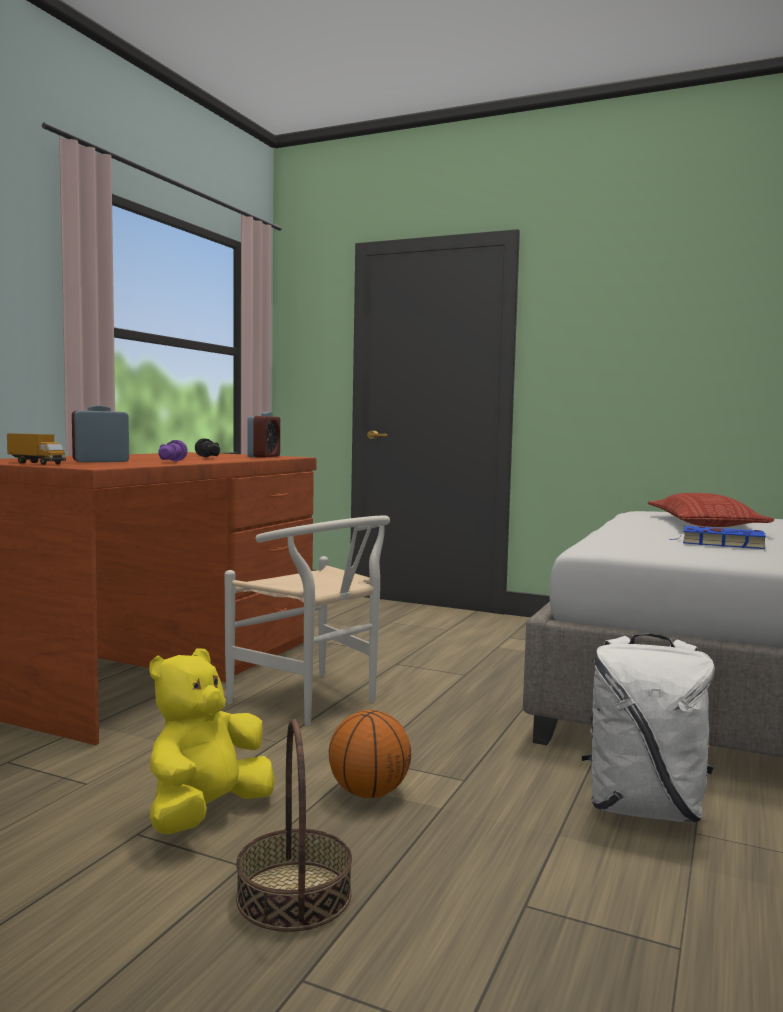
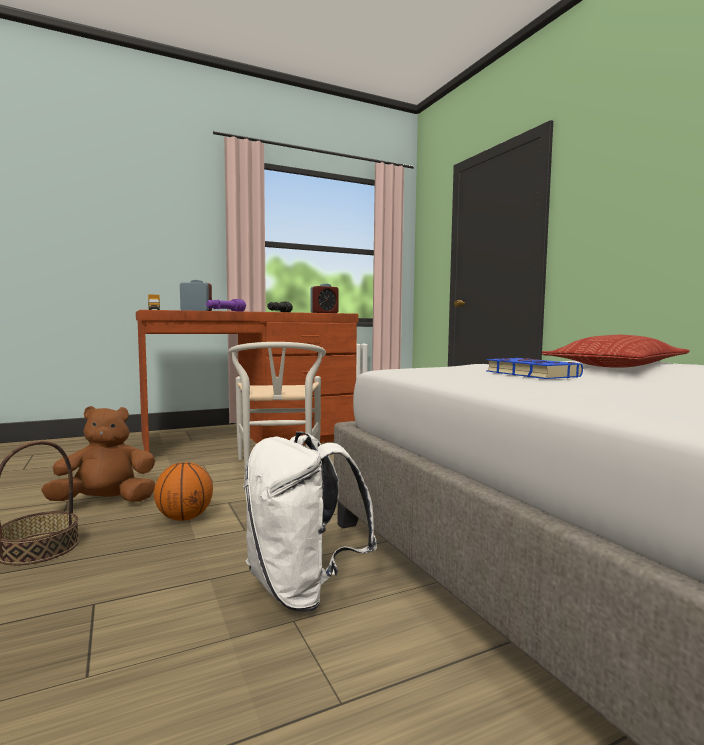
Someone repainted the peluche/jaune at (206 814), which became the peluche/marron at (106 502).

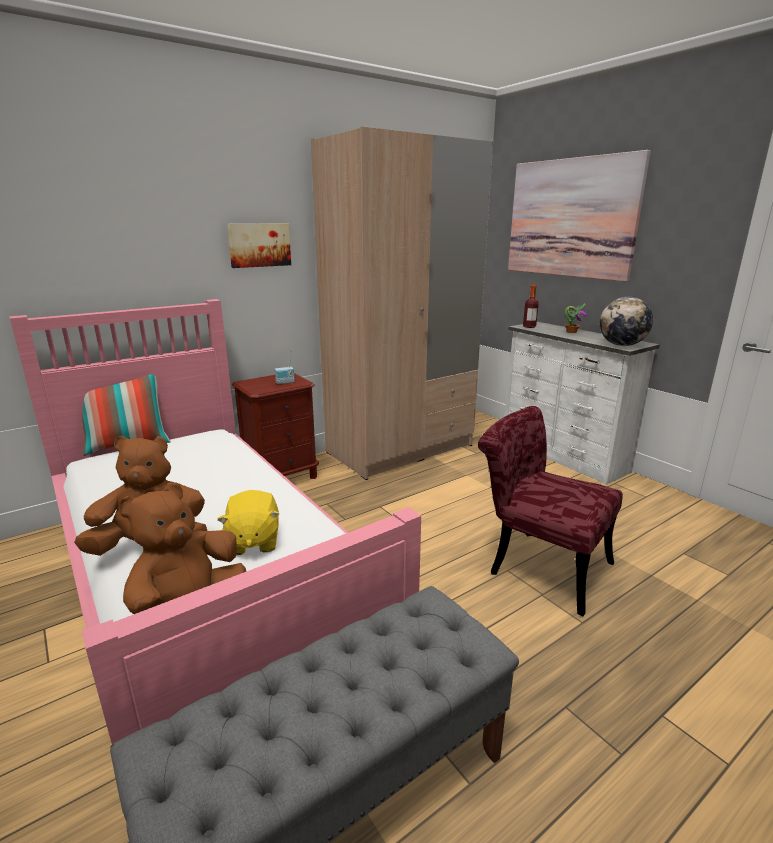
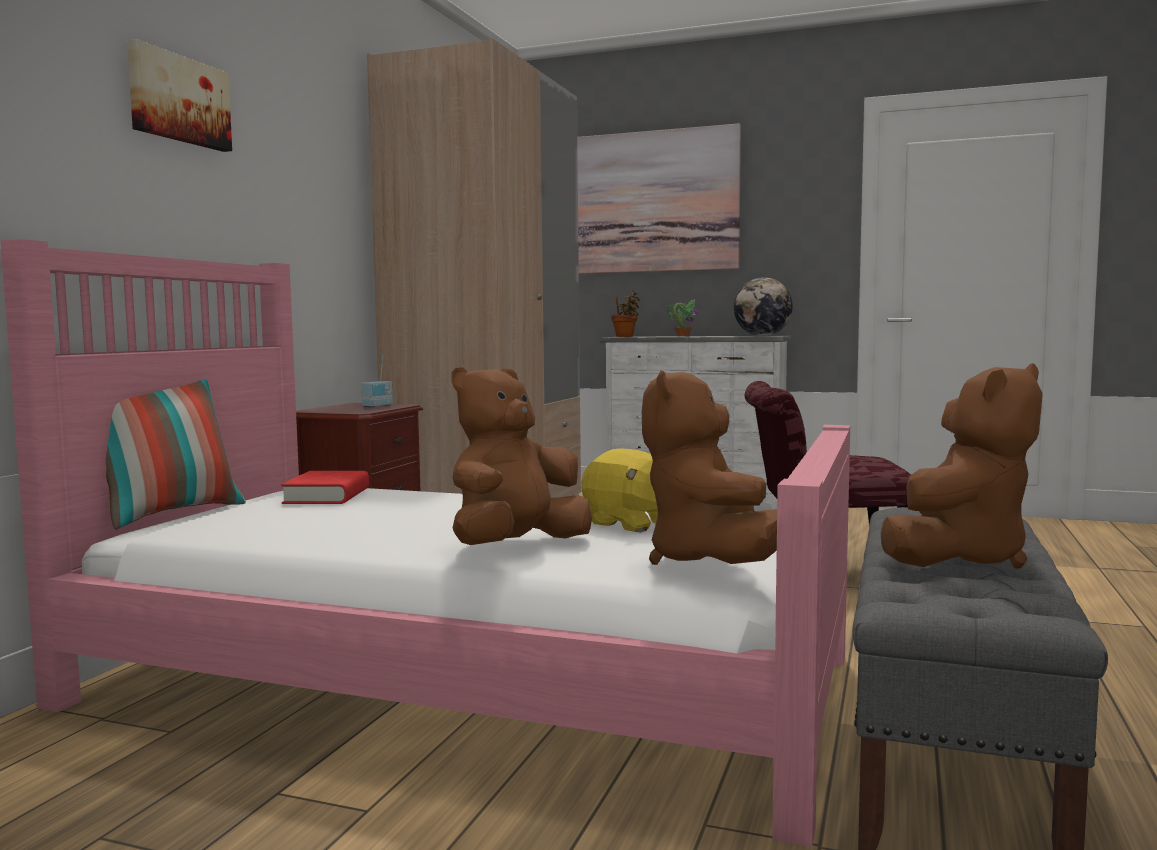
Someone put down the livre/rouge at (327 496).
Someone put down the peluche/marron at (959 558).
Someone carried the tableau from (259 245) to (178 99).
Someone swapped the bouteille at (529 326) for the plante en pot at (625 336).

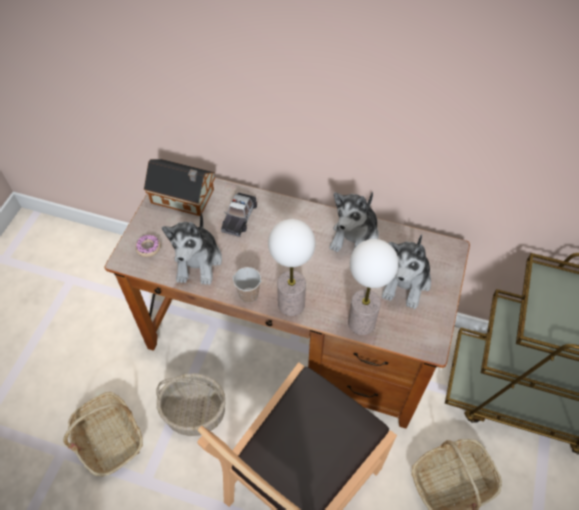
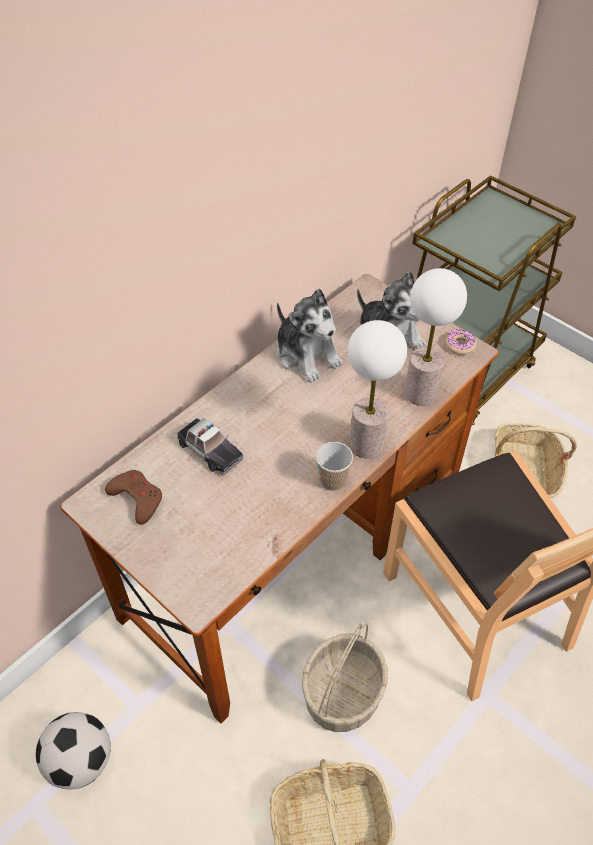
Someone took away the peluche at (198 261).
Someone put down the ballon de foot at (80 761).
Someone carried the beignet from (148 248) to (460 345).
Someone swapped the maison miniature at (184 197) for the manette/marron at (137 498).

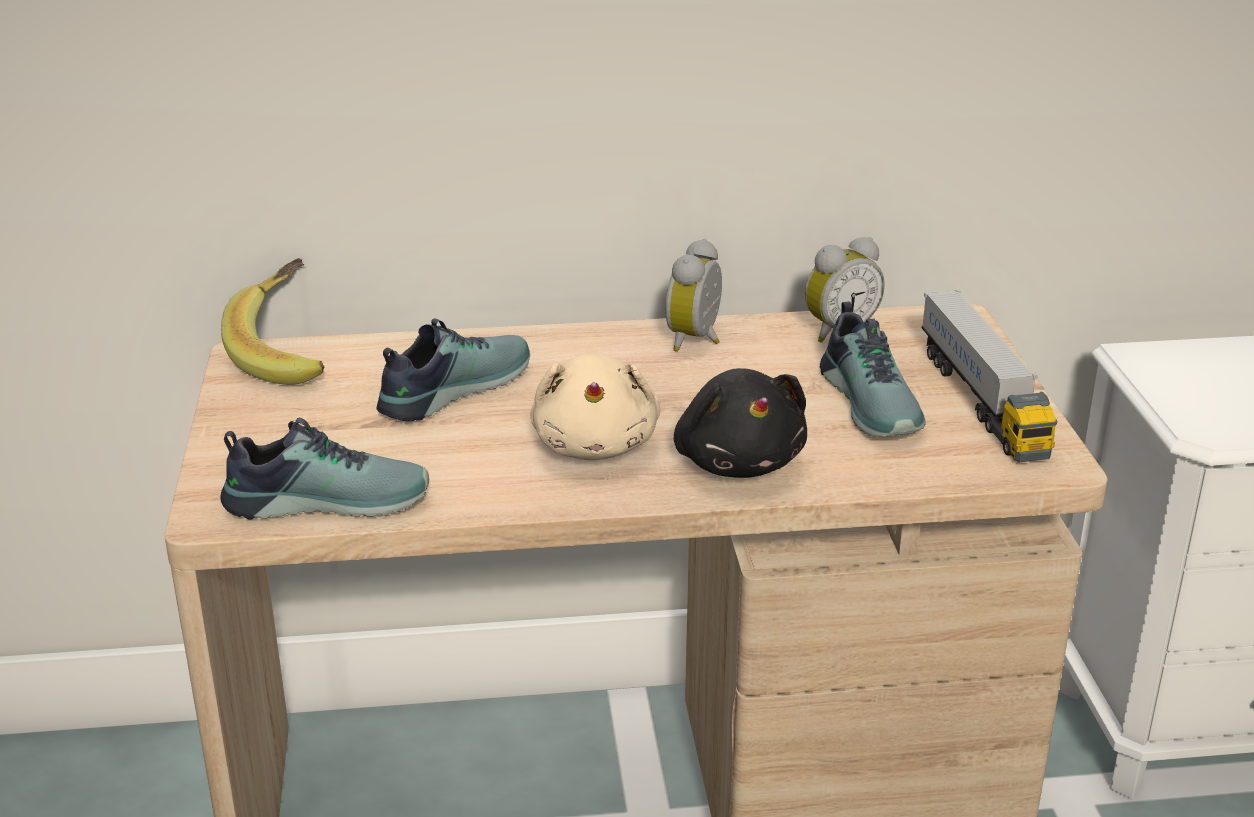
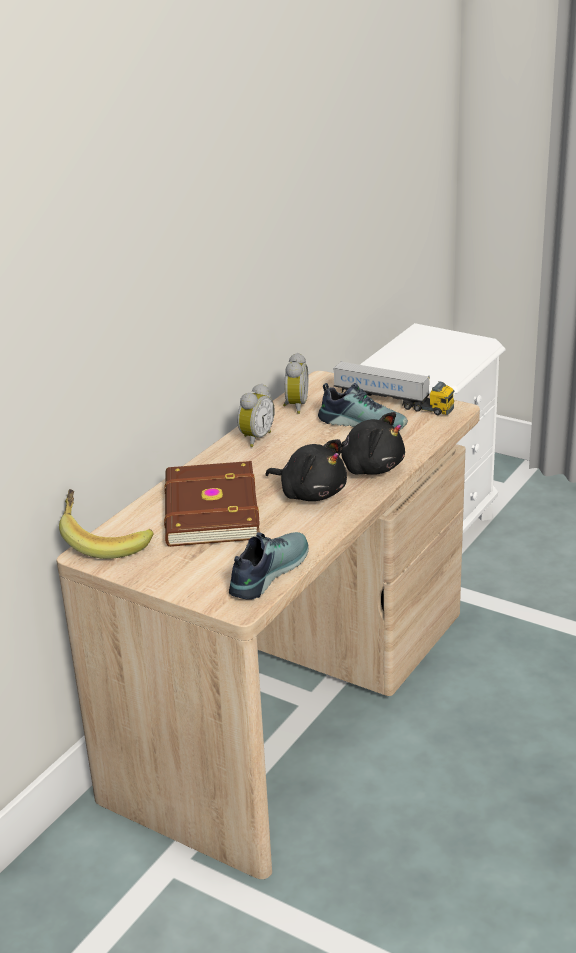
Someone swapped the chaussure at (451 388) for the livre/marron at (208 510).
Someone repainted the peluche/beige at (596 445), which became the peluche/noir at (311 493).
Someone rotated the réveil at (698 340) by 120 degrees counterclockwise.

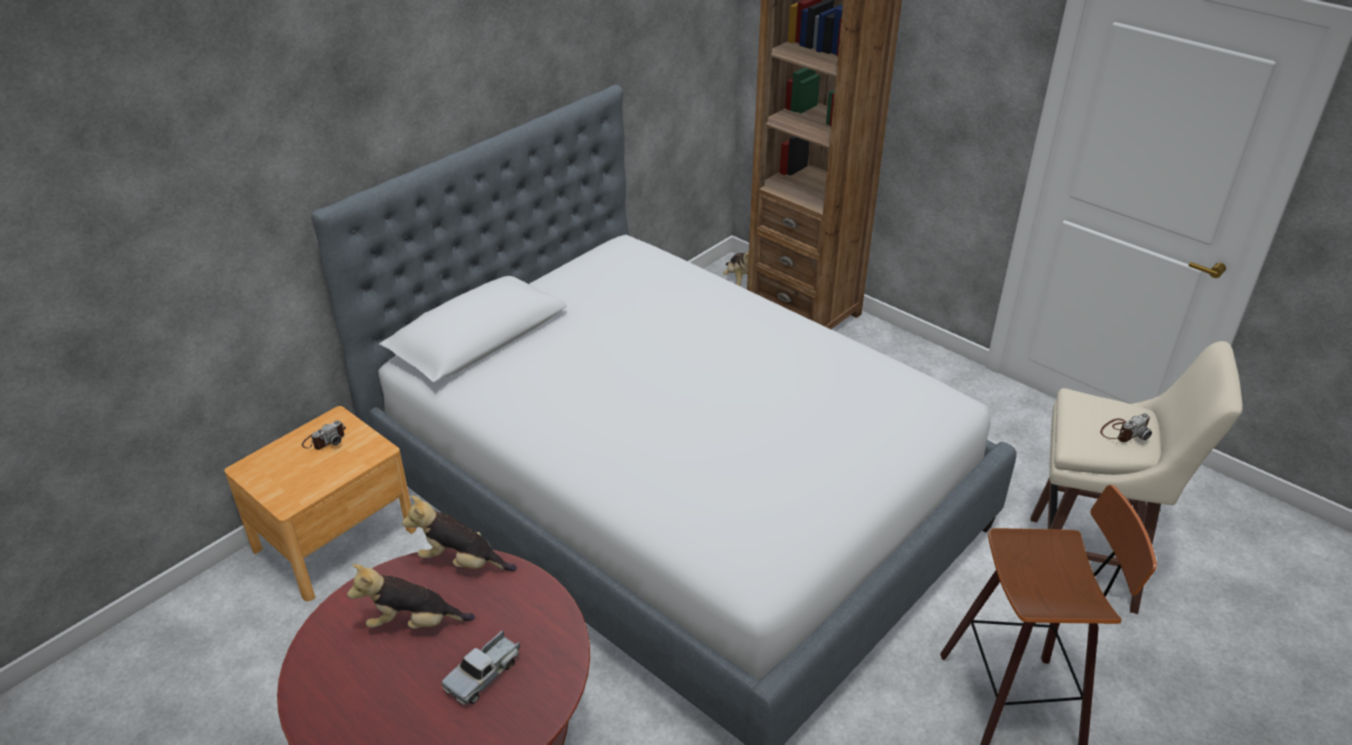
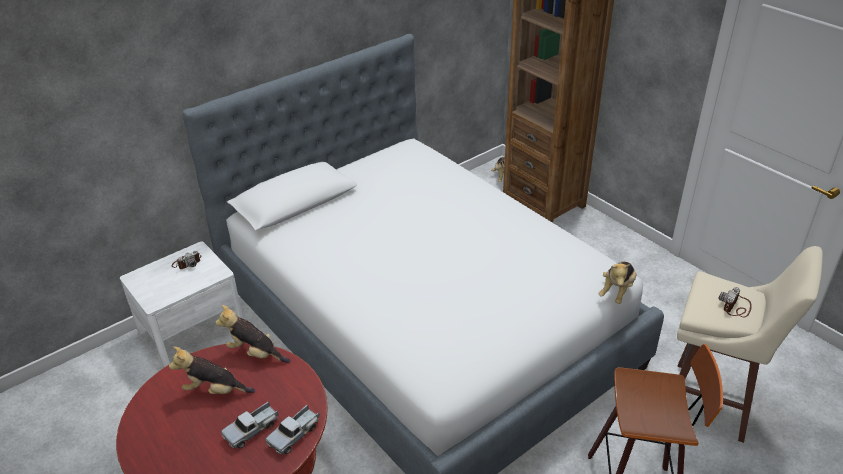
Someone put down the camion jouet at (294 434).
Someone put down the peluche at (617 291).
Someone repainted the table de chevet/marron at (335 539), which became the table de chevet/blanc at (192 330).
Someone rotated the appareil photo at (1123 432) by 150 degrees clockwise.

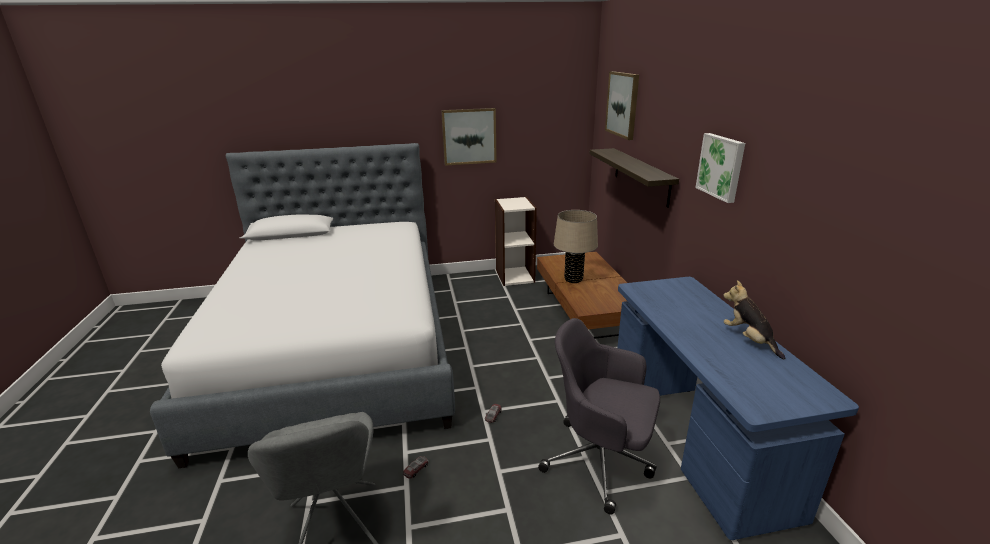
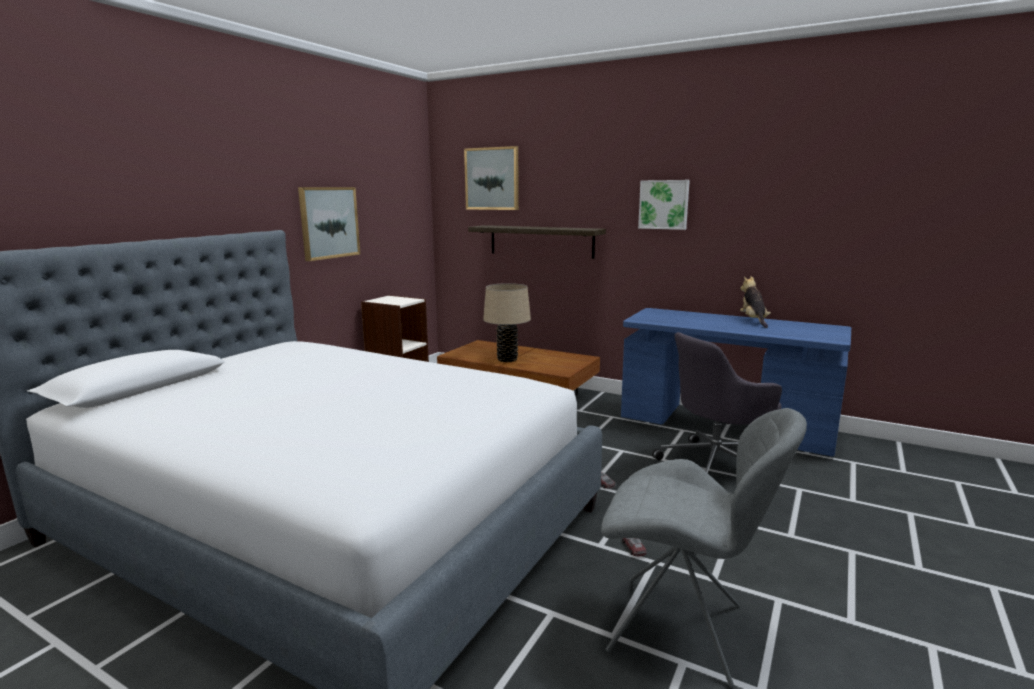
Someone rotated the peluche at (749 340) by 75 degrees clockwise.

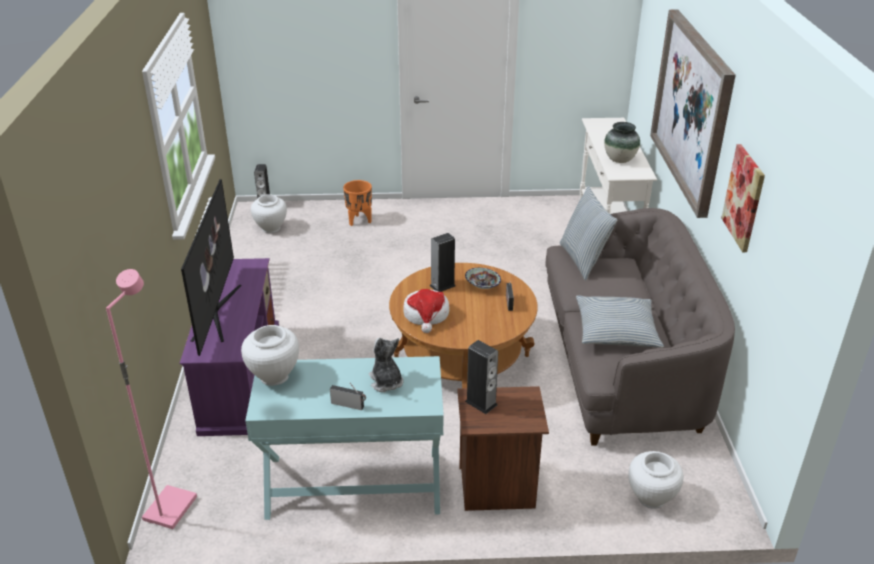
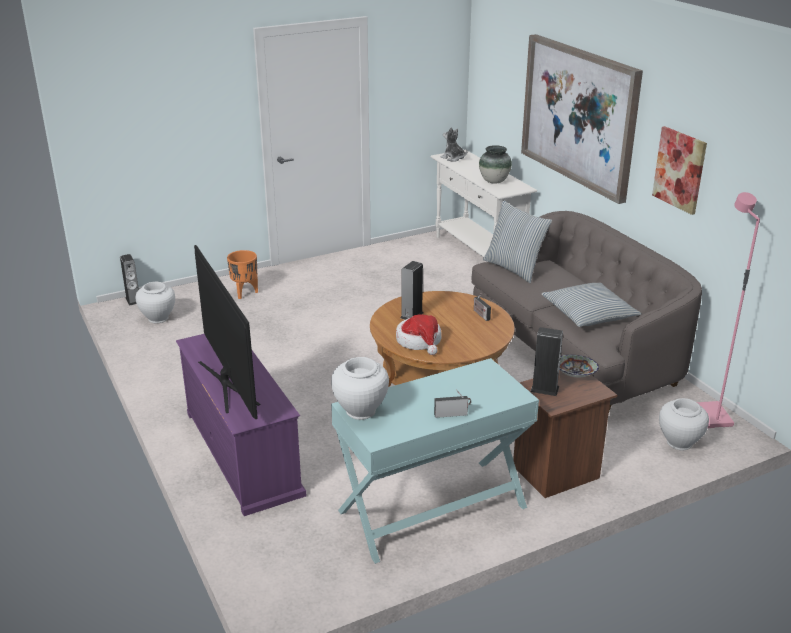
Someone carried the lampadaire/rose from (169 508) to (709 416).
Someone carried the peluche from (386 382) to (453 158).
Someone carried the bol from (483 286) to (575 374).

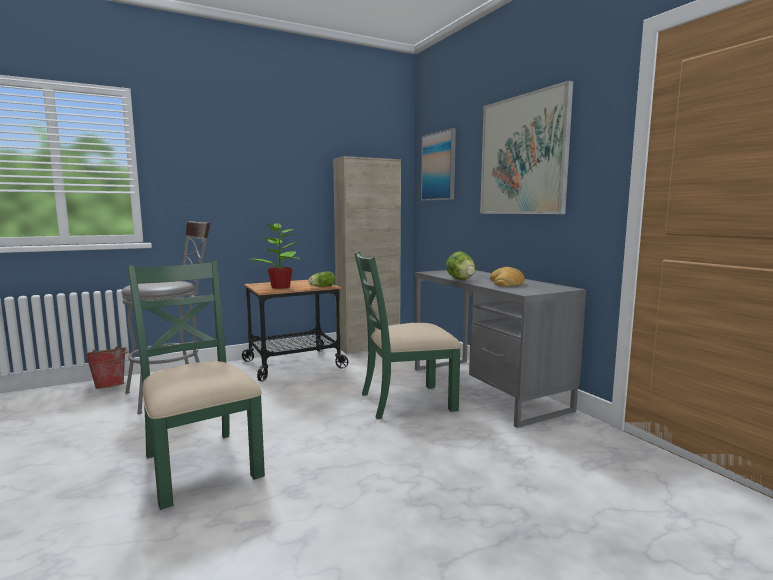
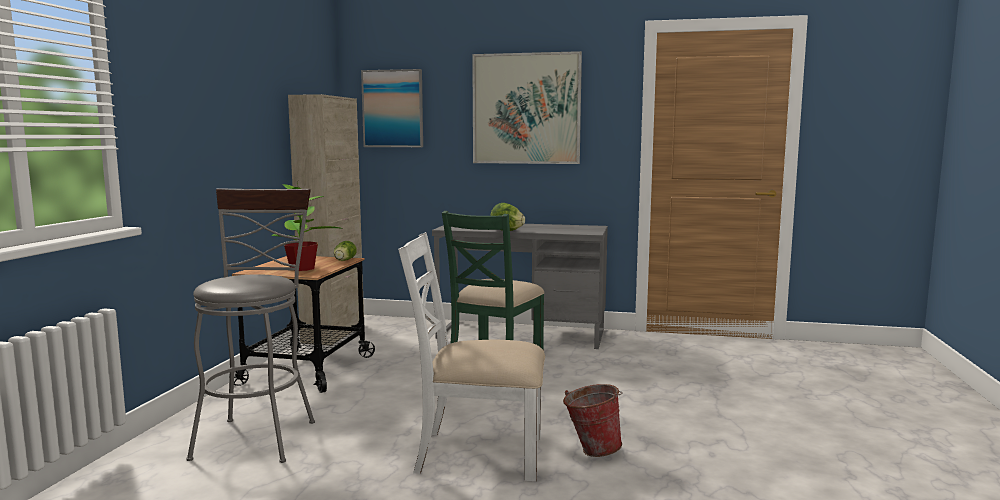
Someone took away the pain at (507 283).
Someone carried the seau from (111 386) to (591 450).
Someone repainted the chaise/vert at (200 465), which became the chaise/blanc at (478 453).

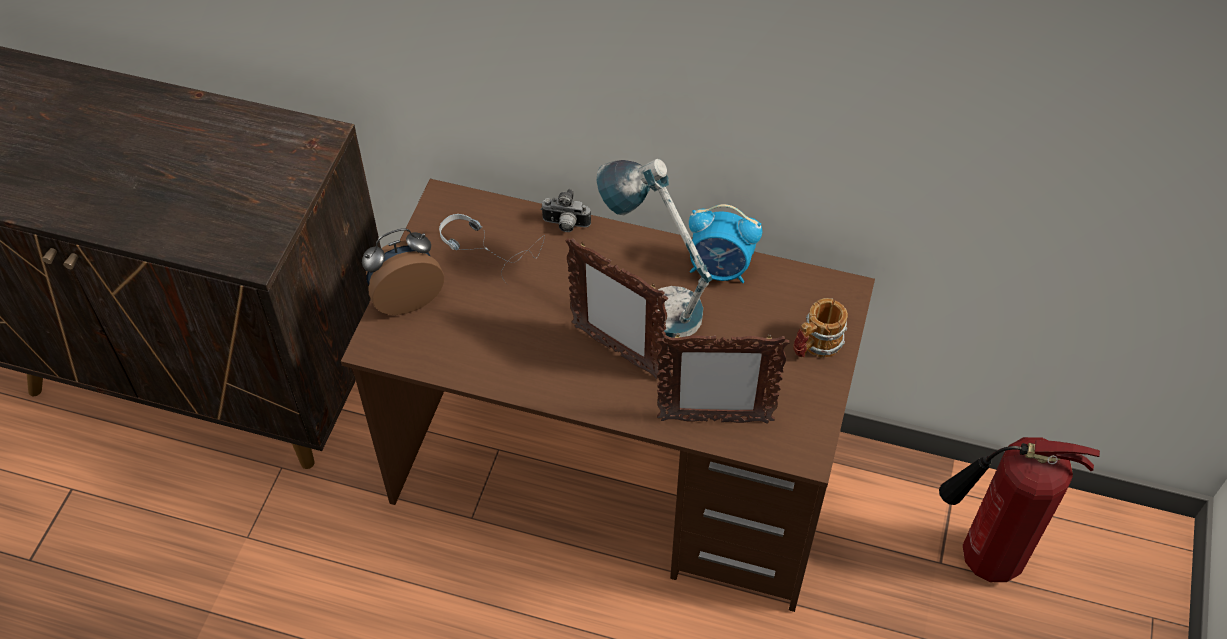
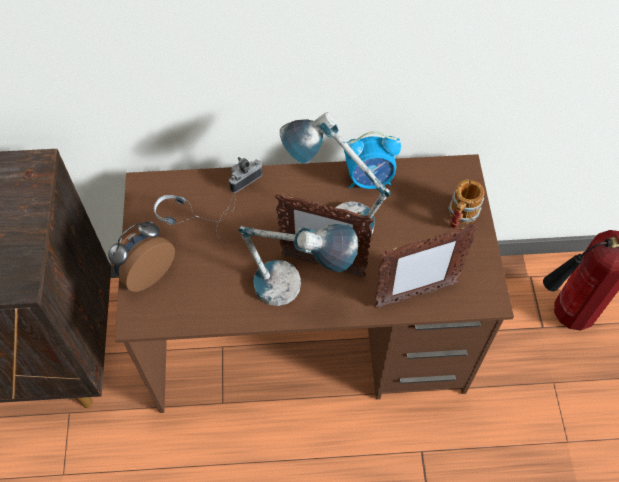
Someone put down the lampe de table at (297 291).
Someone rotated the appareil photo at (565 225) by 150 degrees clockwise.

